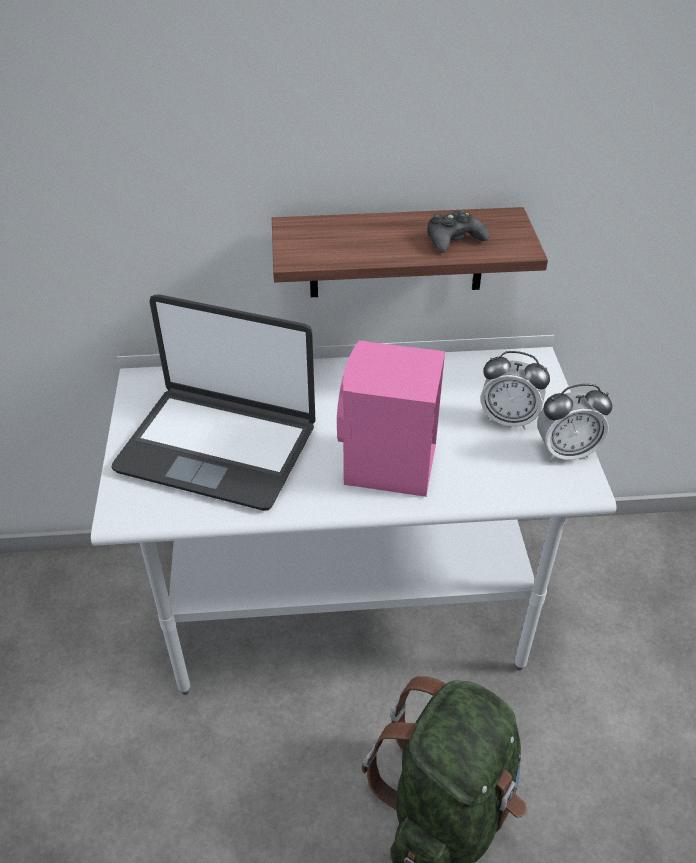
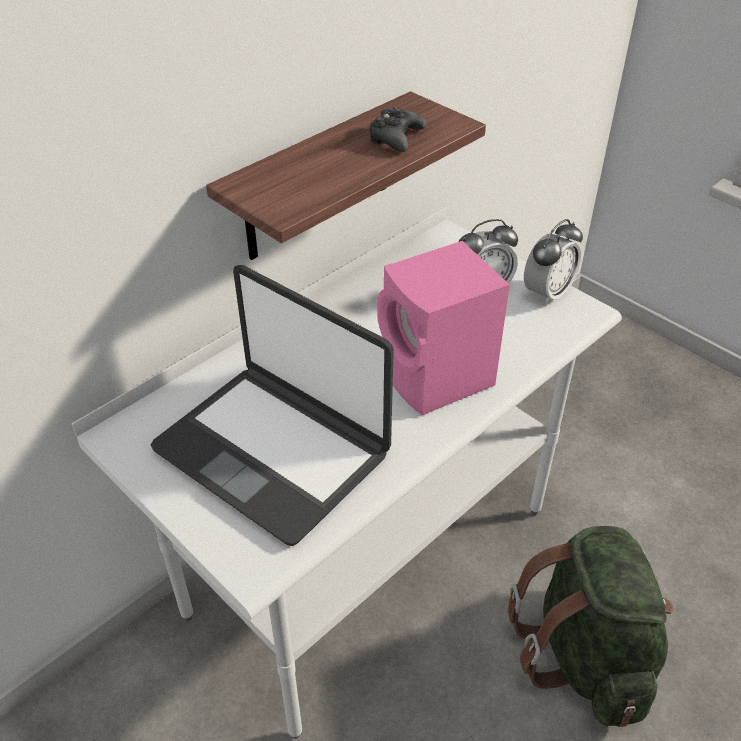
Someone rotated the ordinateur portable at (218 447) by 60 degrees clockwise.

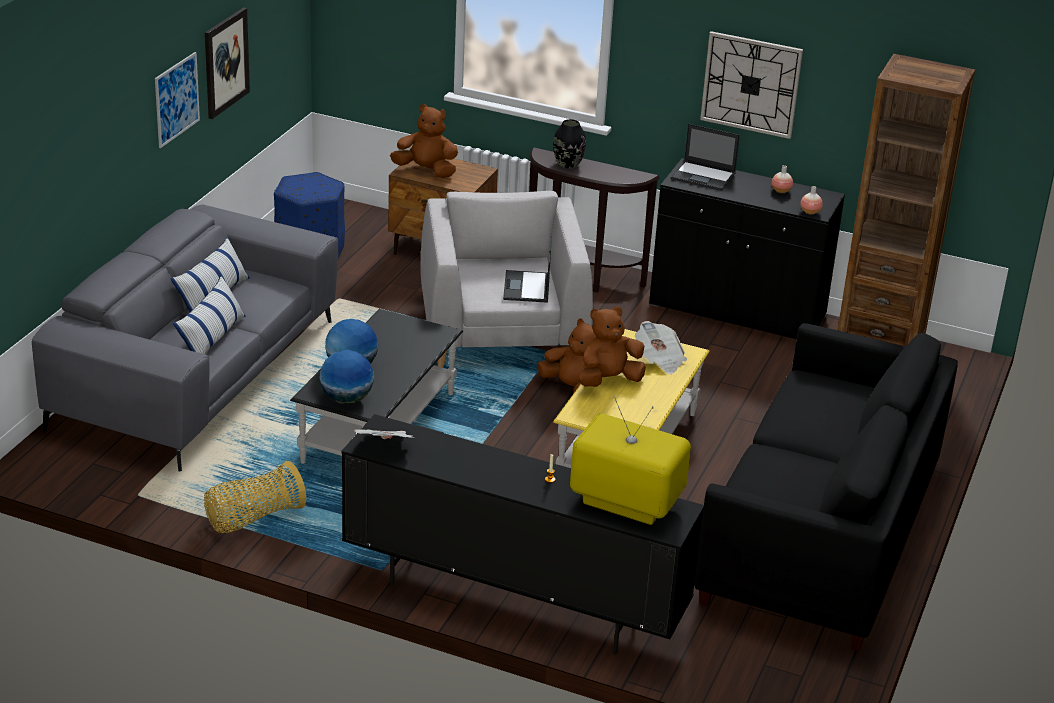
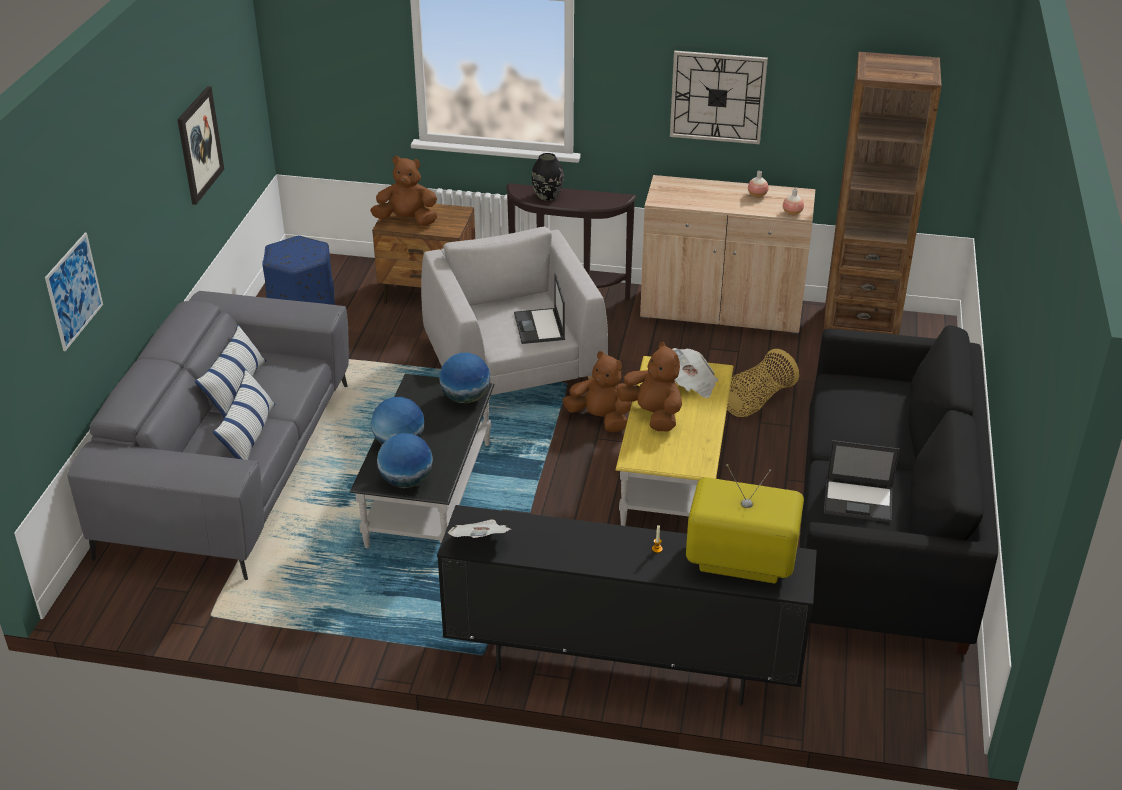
Someone put down the globe at (466 398).
Someone carried the tableau from (177 99) to (74 291).
Someone carried the panier from (253 518) to (756 401).
Someone carried the ordinateur portable from (704 176) to (859 501).
Someone repainted the meuble de rangement/noir at (737 310), which became the meuble de rangement/beige at (721 310).
Someone rotated the peluche/marron at (609 380) by 90 degrees clockwise.

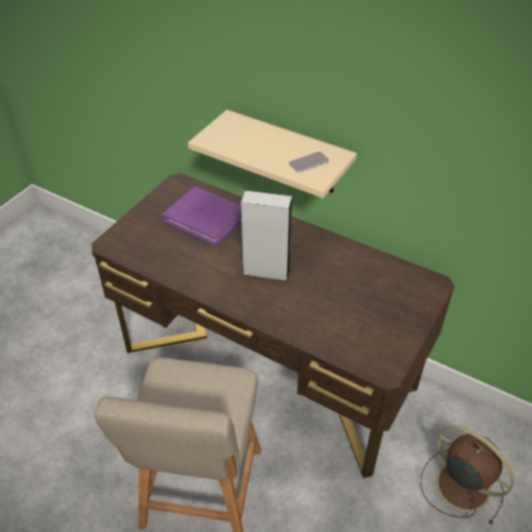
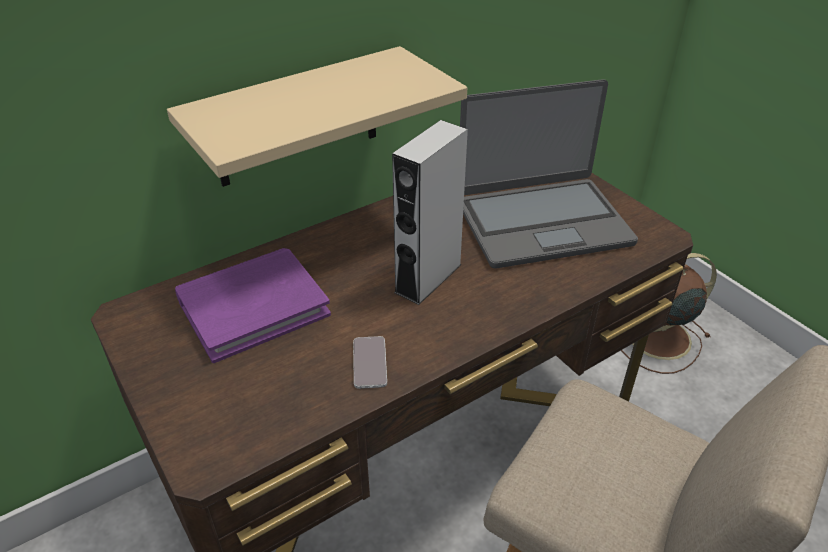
Someone put down the ordinateur portable at (542 222).
Someone carried the téléphone from (309 162) to (369 363).

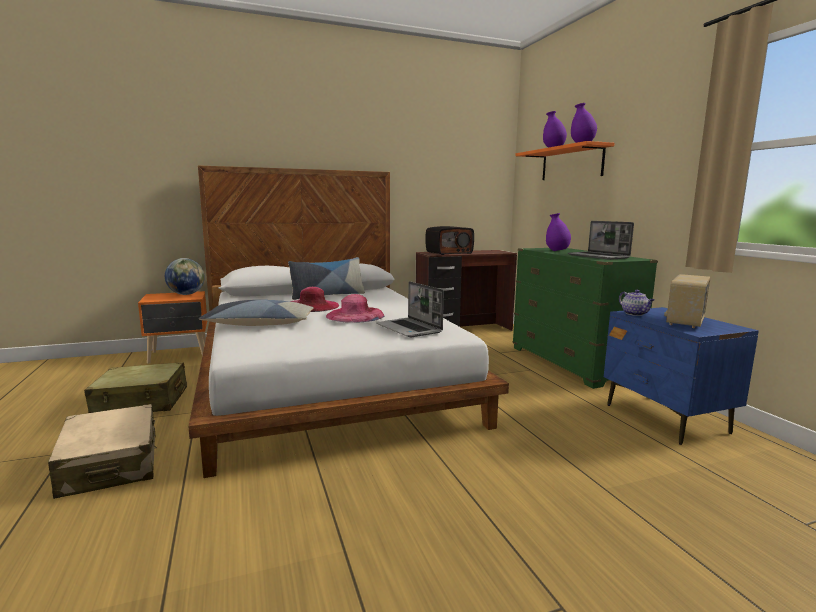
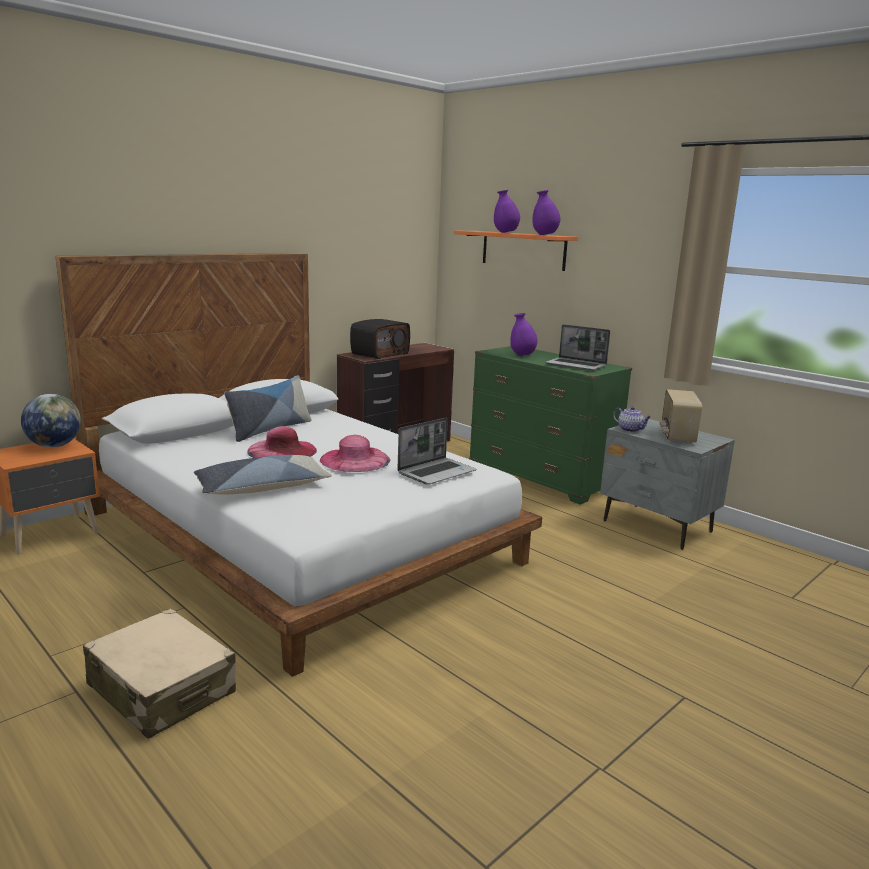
Someone took away the valise/beige at (141 402).
Someone repainted the table de chevet/bleu at (665 419), which became the table de chevet/gris at (657 526).
Someone rotated the ordinateur portable at (409 329) by 75 degrees counterclockwise.

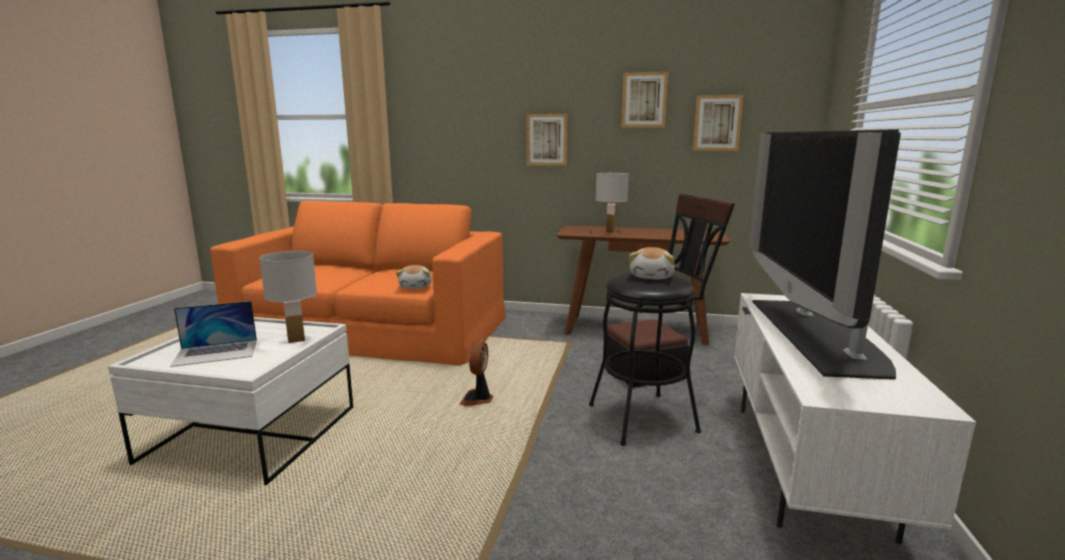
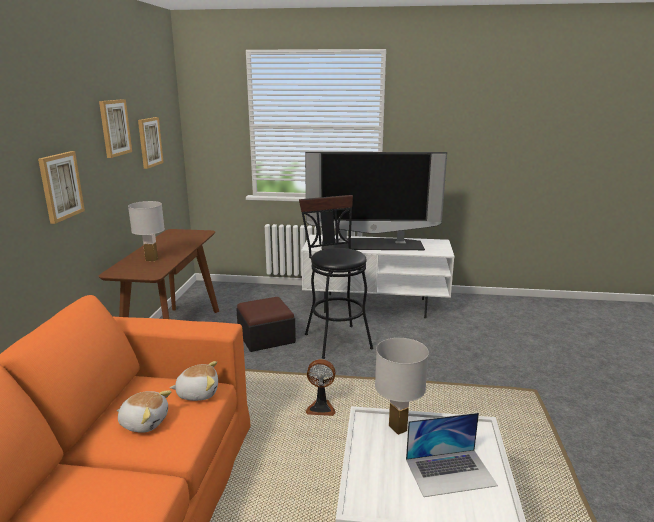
Someone carried the peluche from (652 277) to (144 422).
Someone rotated the ordinateur portable at (216 352) by 105 degrees clockwise.

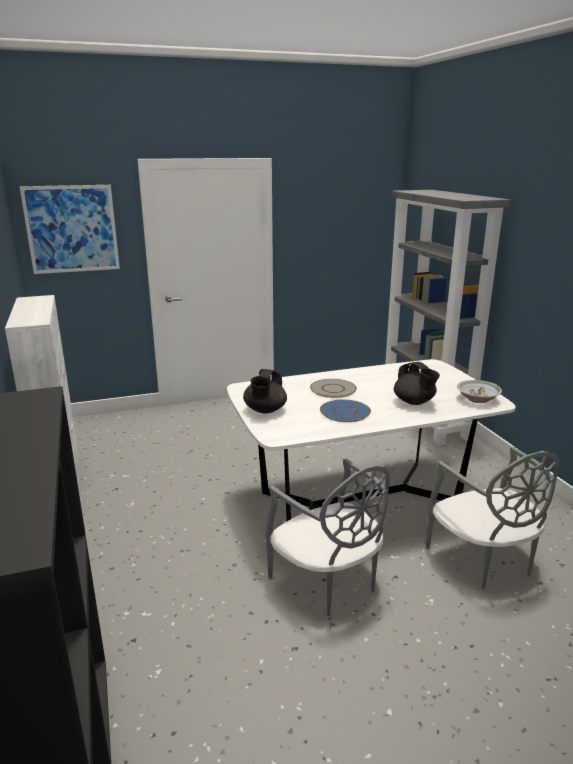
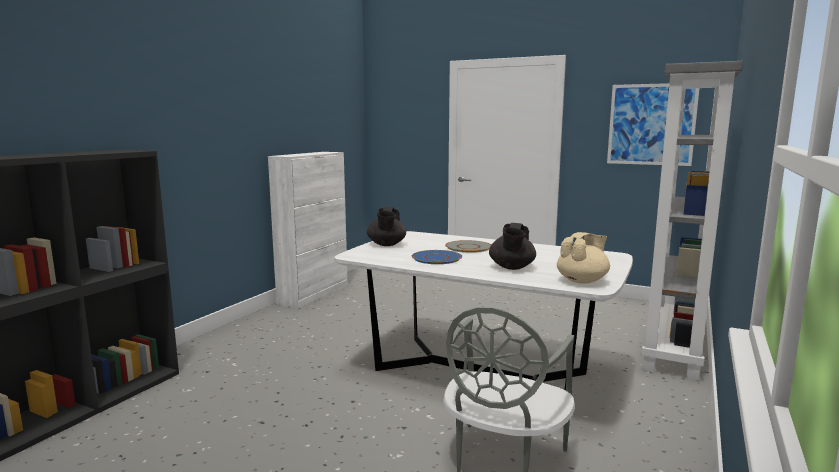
Someone took away the chaise/gris at (328 582).
Someone carried the tableau from (72 229) to (651 124).
Someone swapped the bol at (478 399) for the théière/beige at (582 281).
Someone rotated the théière/noir at (265 410) by 60 degrees counterclockwise.

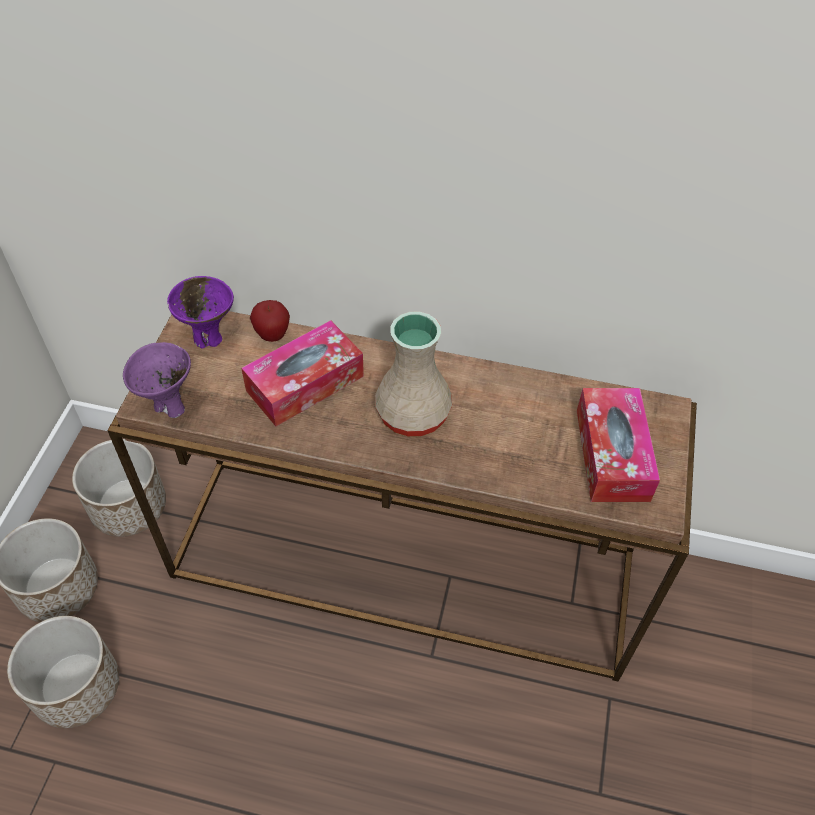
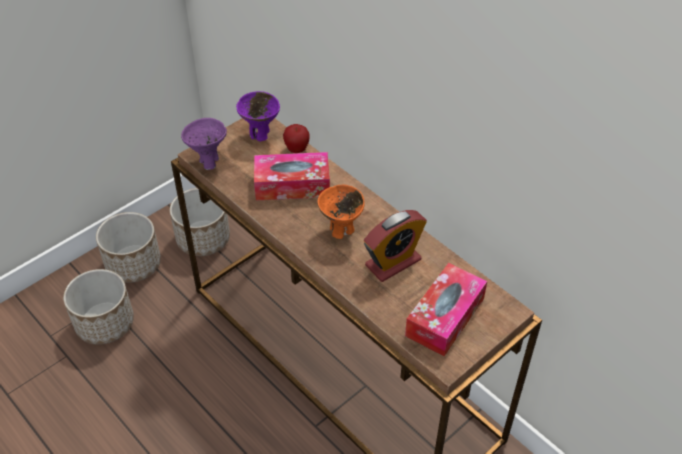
Someone put down the réveil at (393 262).
Someone swapped the vase/beige at (413 412) for the bol/orange at (341 231).

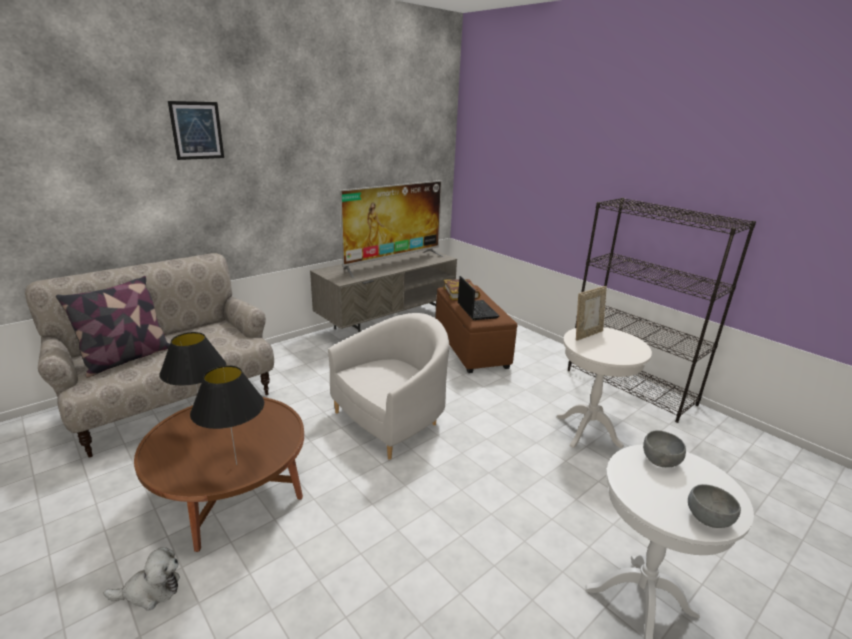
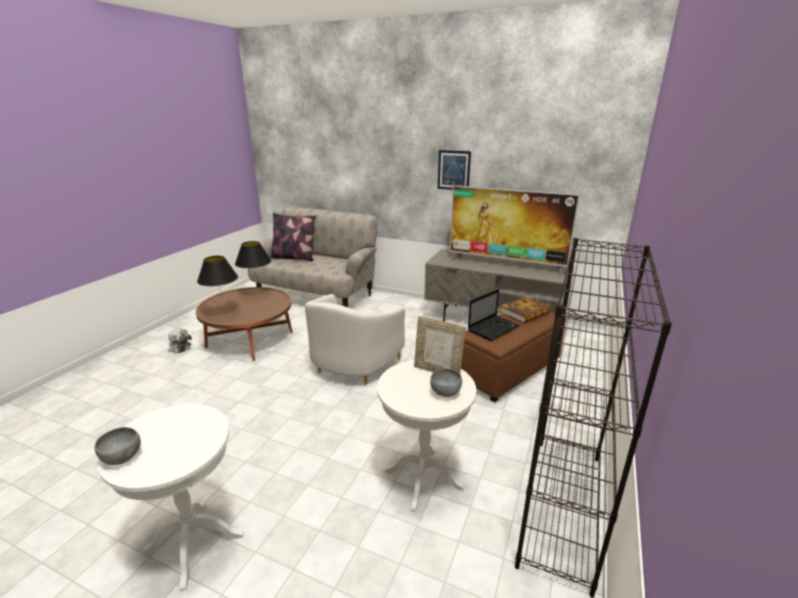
Someone carried the tableau from (197 130) to (453 170).
Someone carried the bol/gris from (660 461) to (445 392).
Someone rotated the fauteuil/blanc at (392 420) by 90 degrees clockwise.

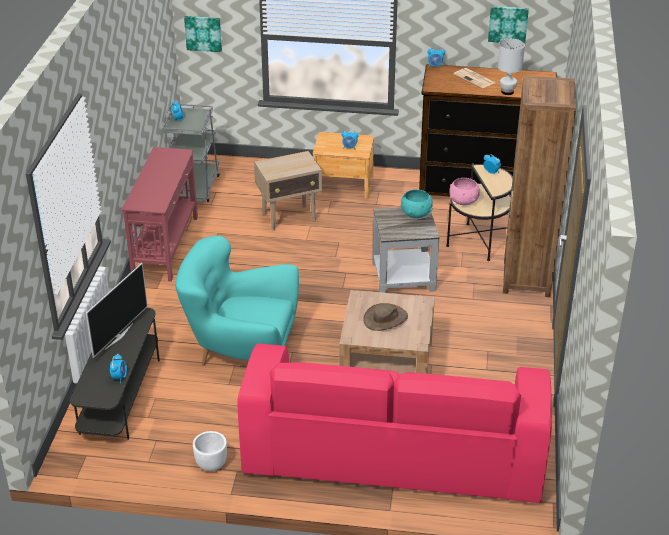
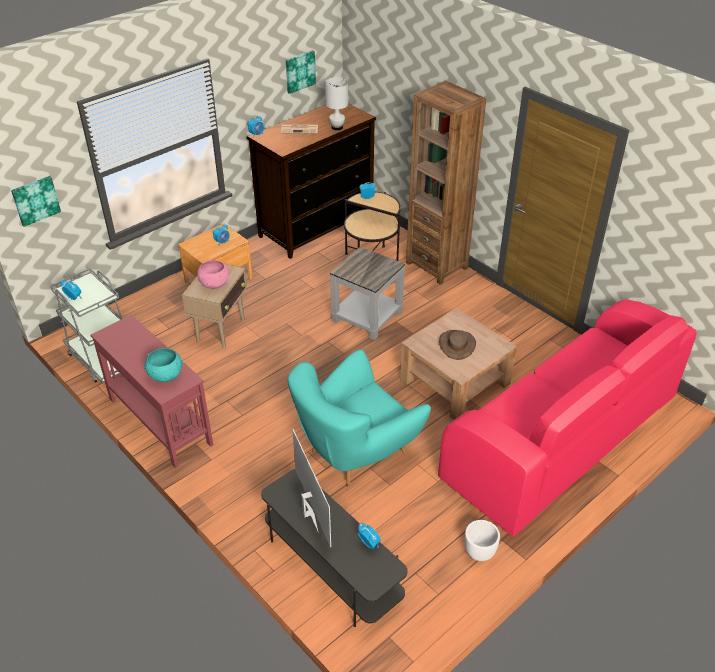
Someone carried the bol/turquoise from (416 214) to (165 375).
Someone carried the bol/rose from (463 201) to (214 284).

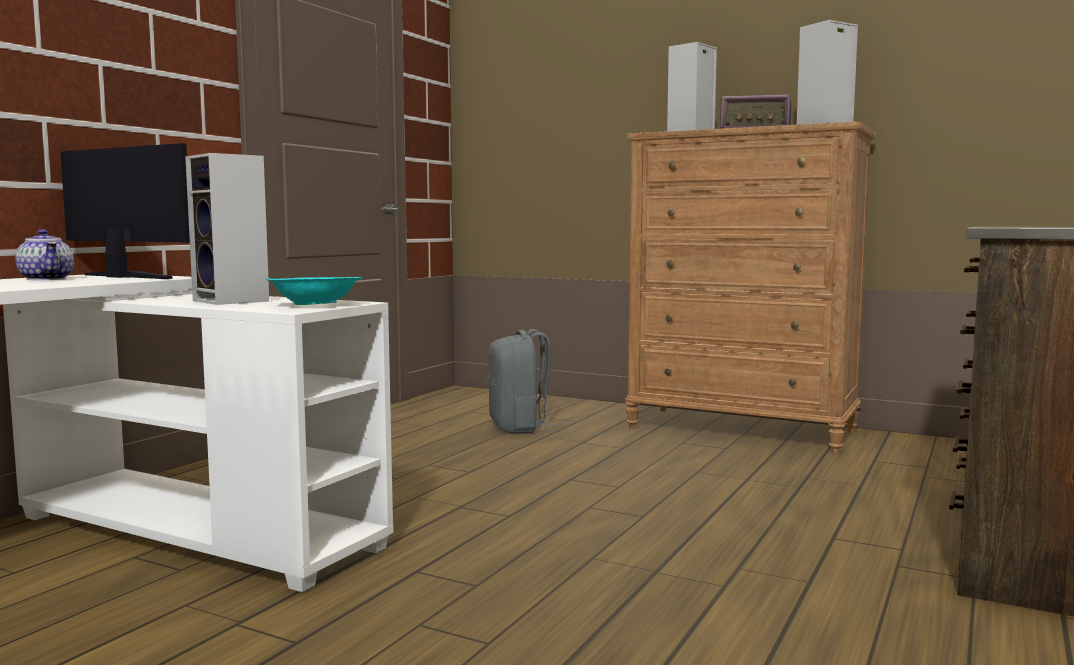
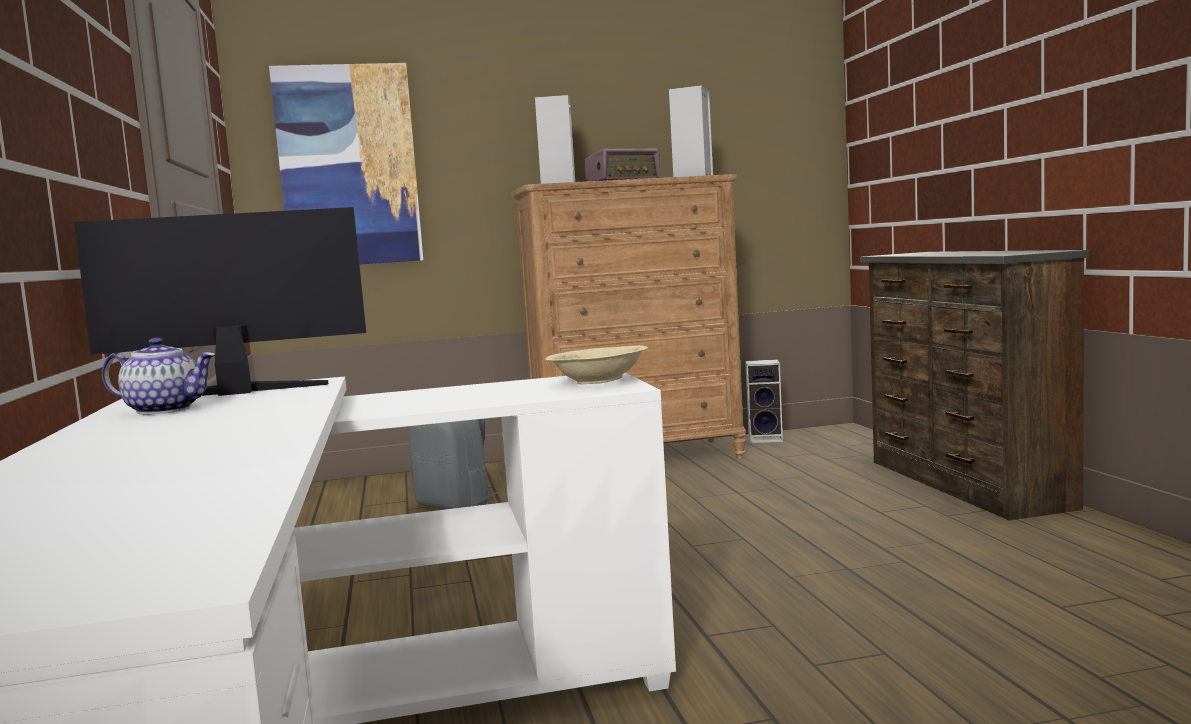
Someone put up the tableau at (348 166).
Someone carried the enceinte from (233 301) to (767 439).
Someone repainted the bol/turquoise at (314 305), which became the bol/beige at (598 382).

